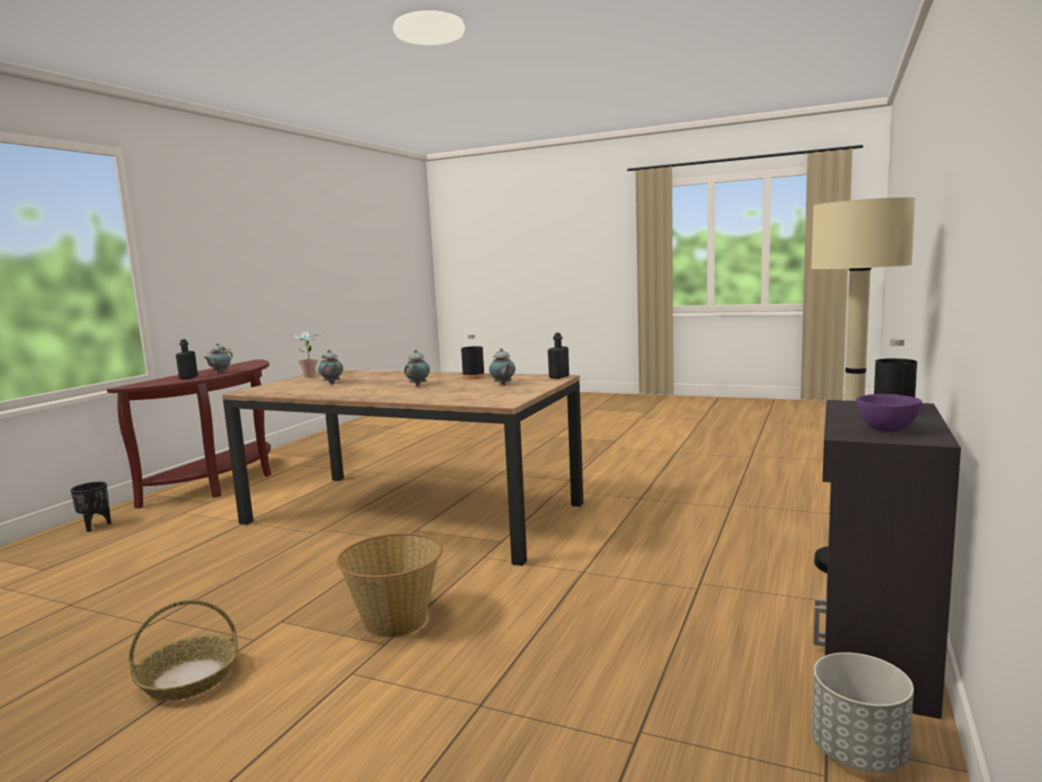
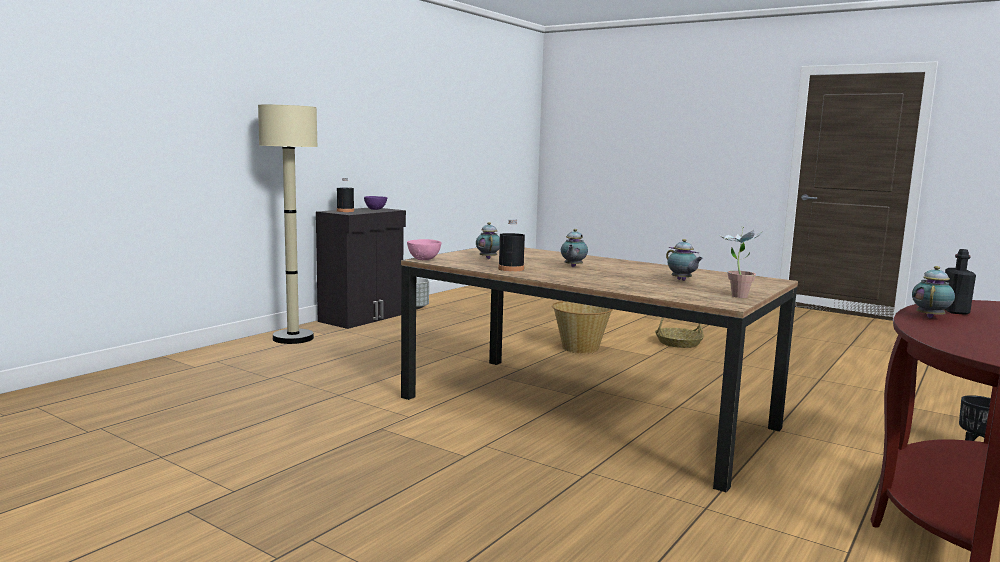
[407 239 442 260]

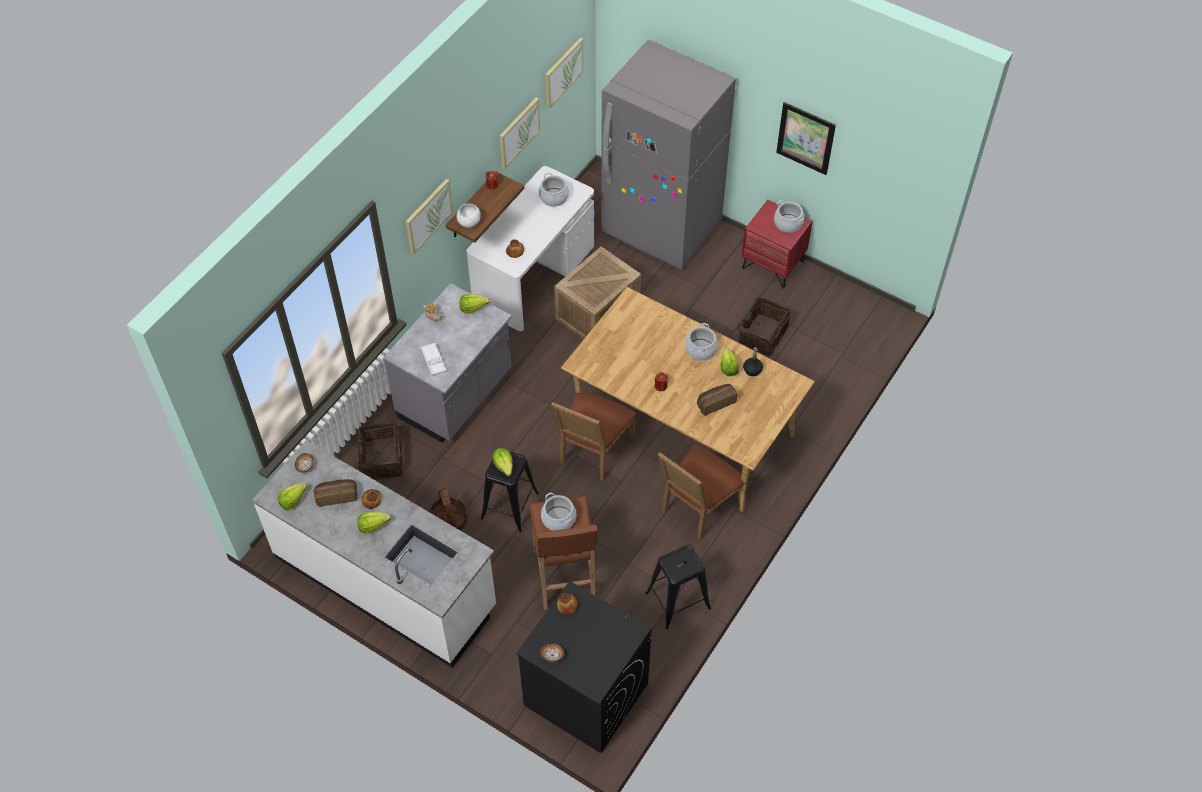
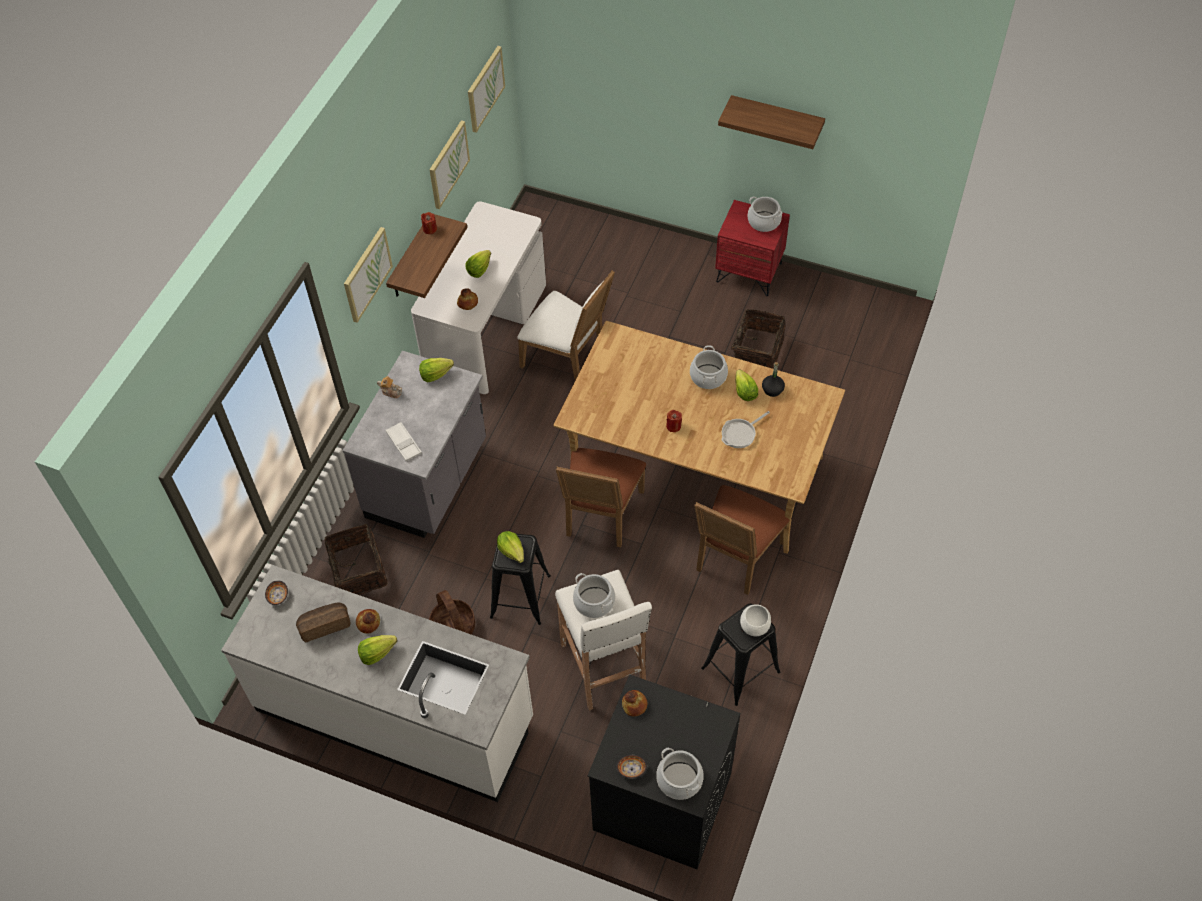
[601 40 736 270] (first image)
[465 250 491 278]
[740 604 771 636]
[656 747 704 800]
[518 270 615 381]
[721 411 770 448]
[718 95 825 149]
[555 570 652 711]

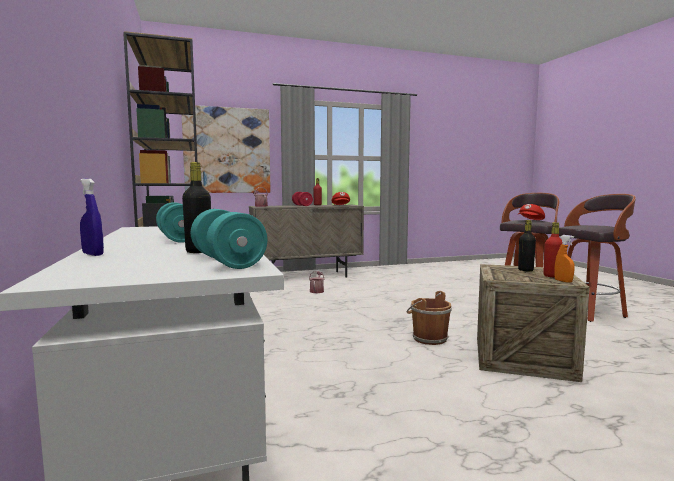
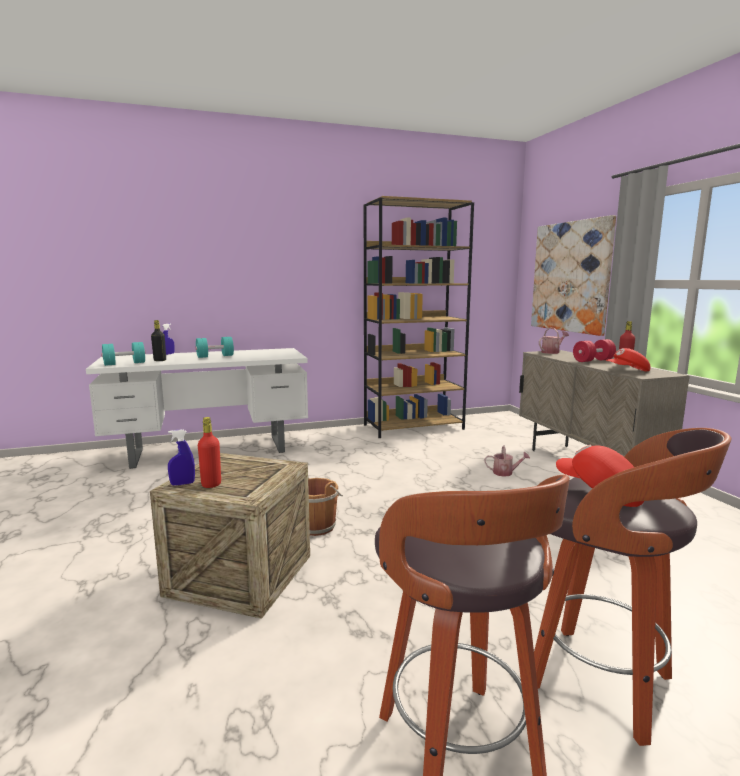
[518 220 536 271] (first image)
[168 429 195 486]

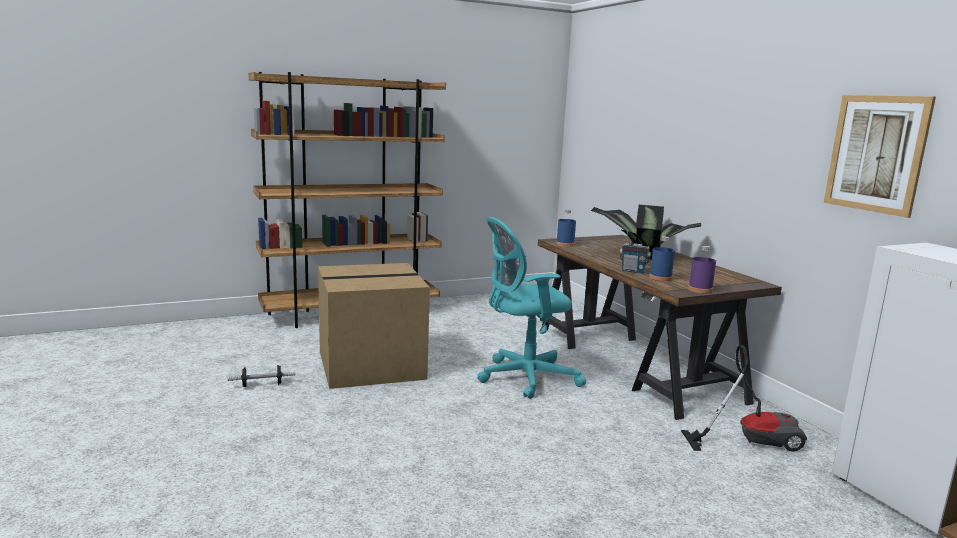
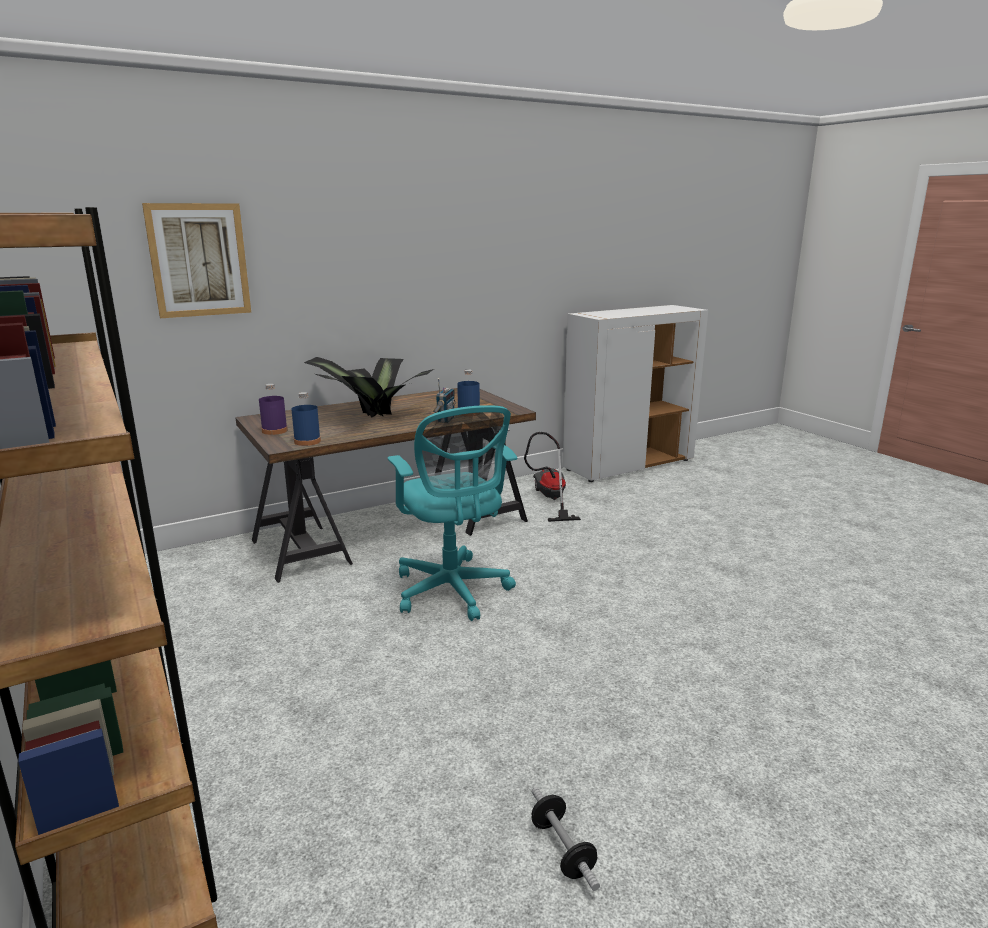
[318 263 430 389] (first image)
[259 384 288 435]
[142 203 251 318]

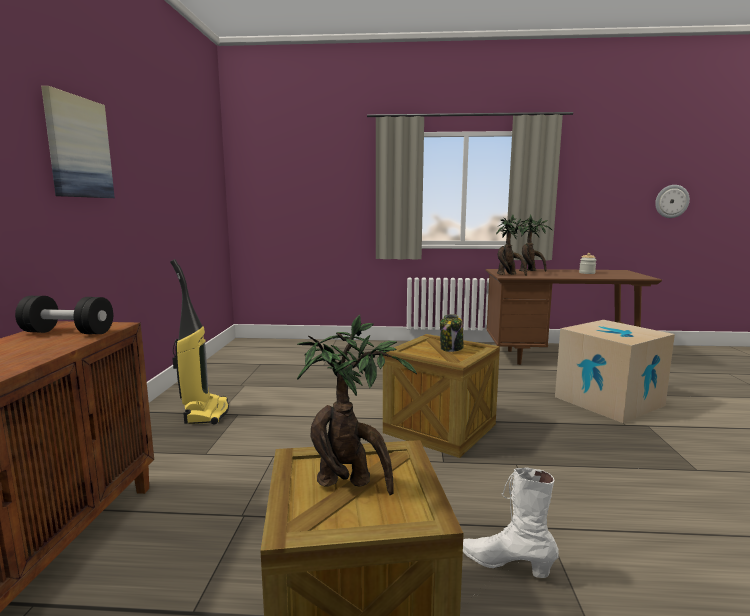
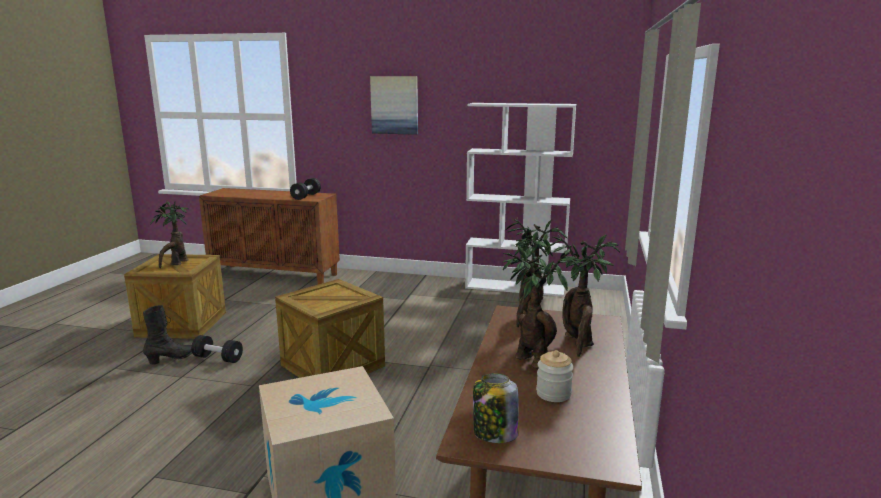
[170 259 229 425] (first image)
[655 185 690 218] (first image)
[191 335 243 363]
[465 103 576 297]
[503 245 579 369]
[473 373 519 443]
[143 305 192 365]

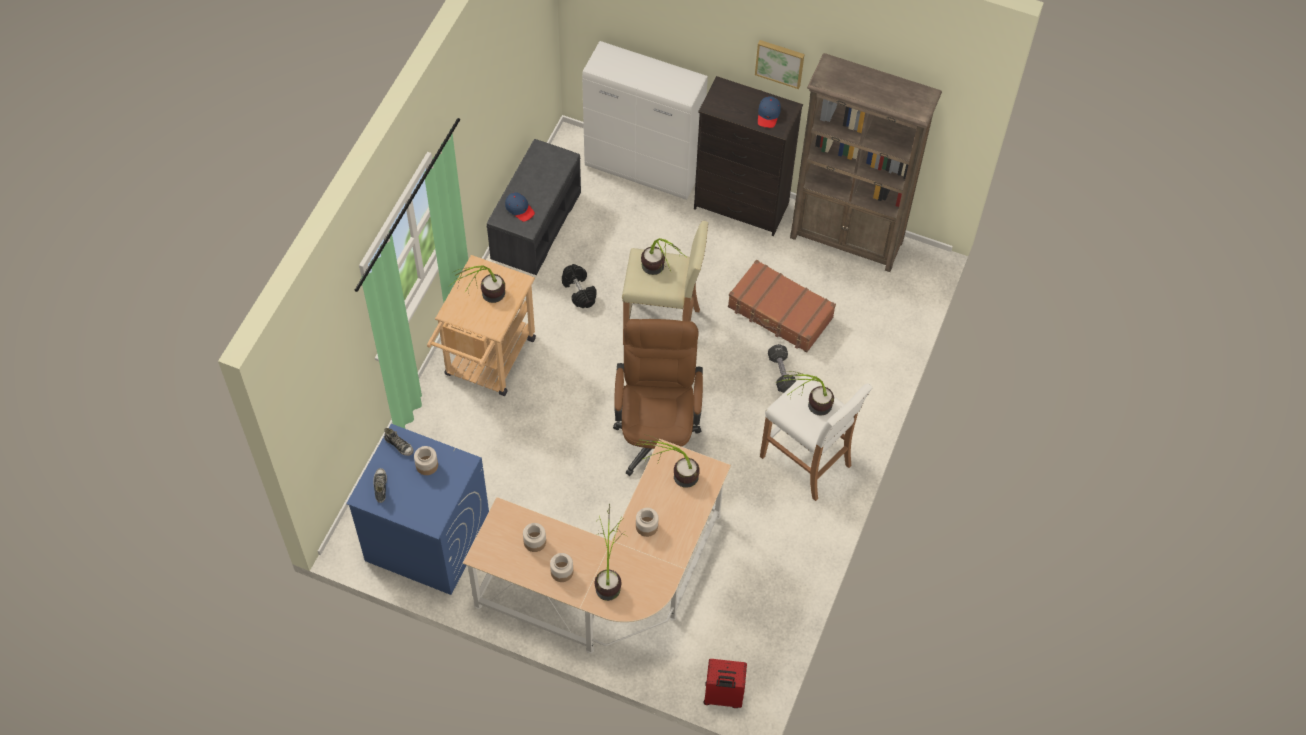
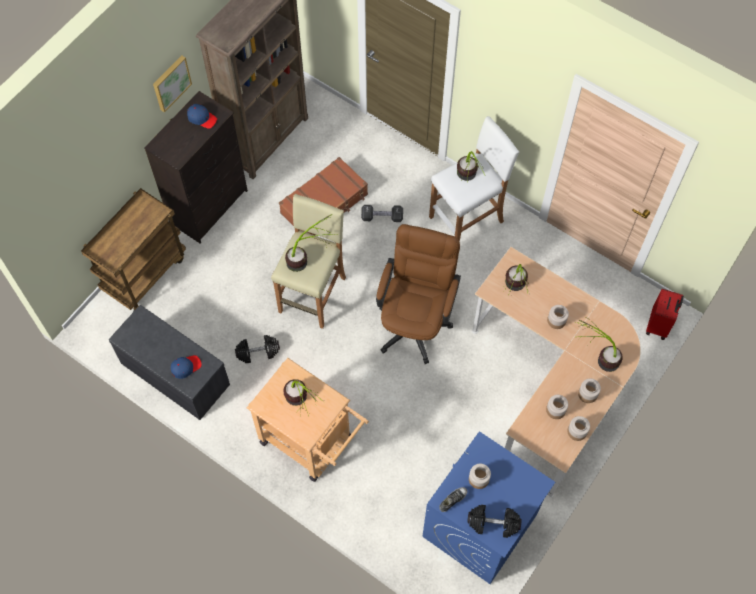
[567 416 590 441]
[467 505 522 538]
[81 188 186 312]
[376 224 461 364]

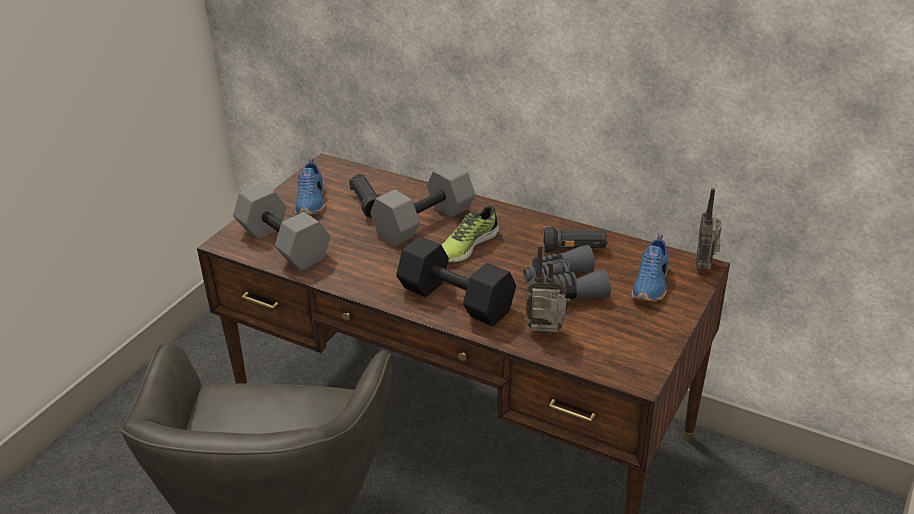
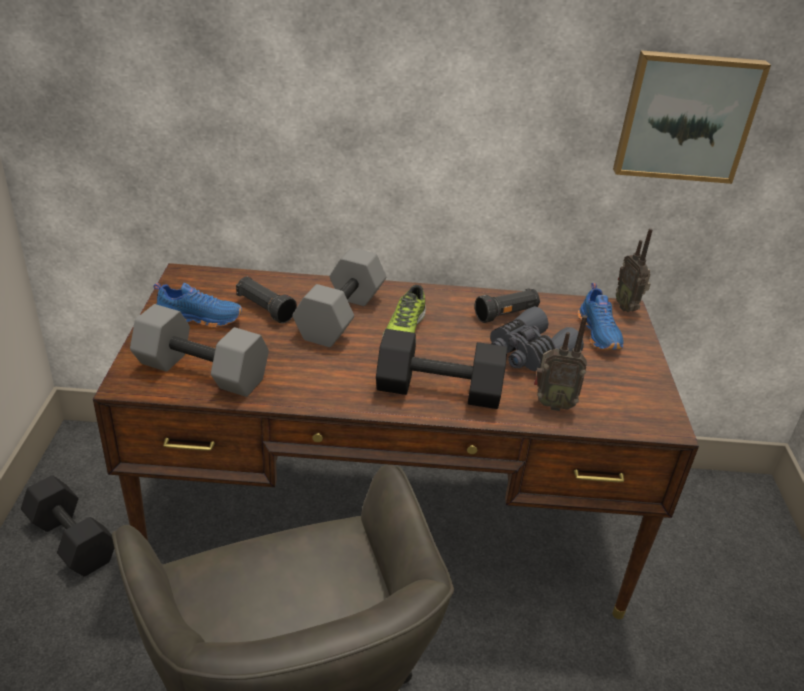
[21 475 114 576]
[613 50 771 184]
[154 283 242 328]
[534 315 587 411]

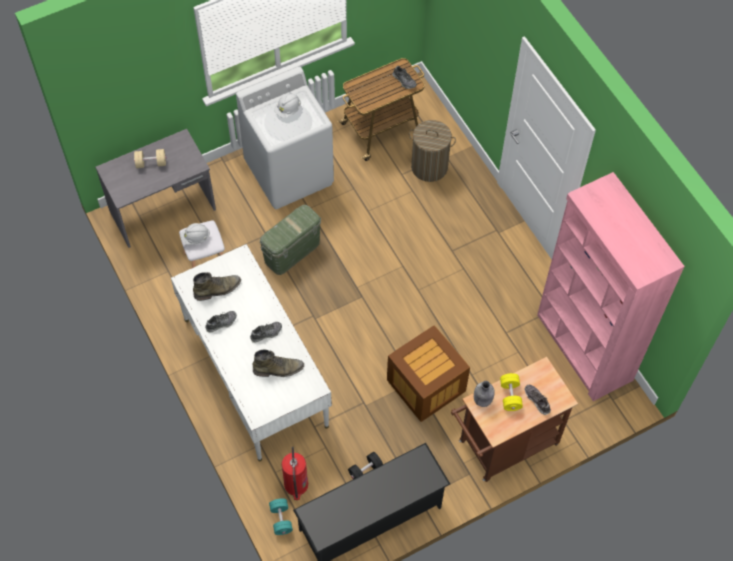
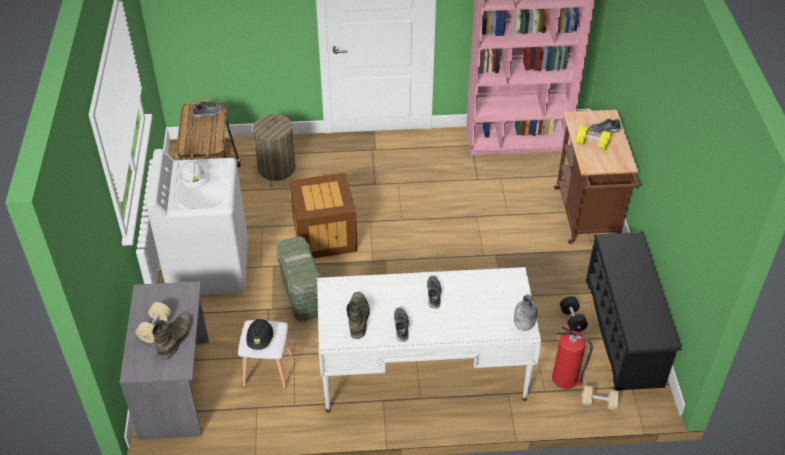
[152 313 192 360]
[290 173 357 258]
[514 295 537 331]
[246 319 273 350]
[582 385 620 411]

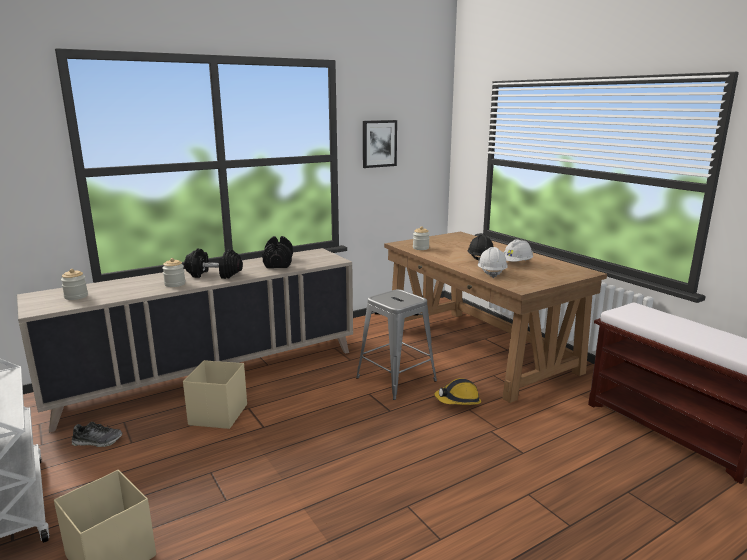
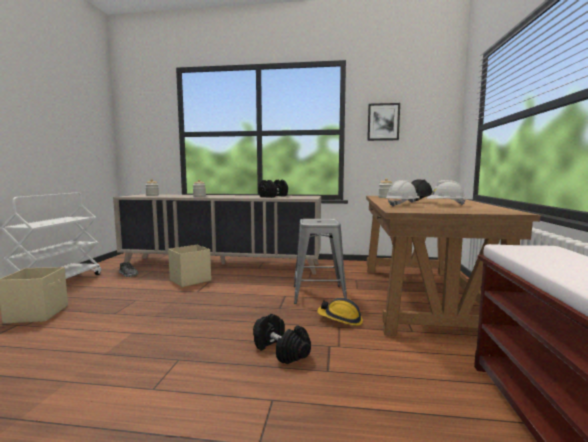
[253 313 311 365]

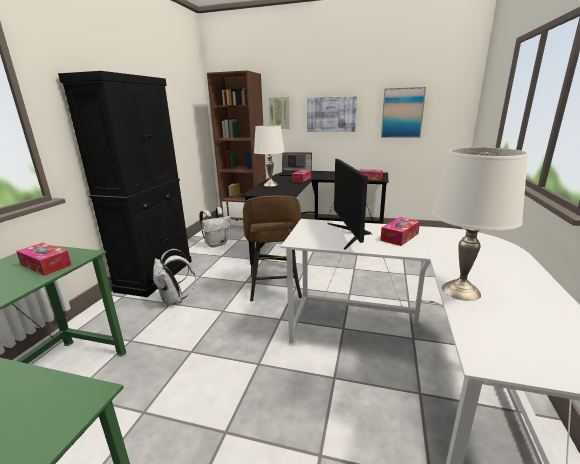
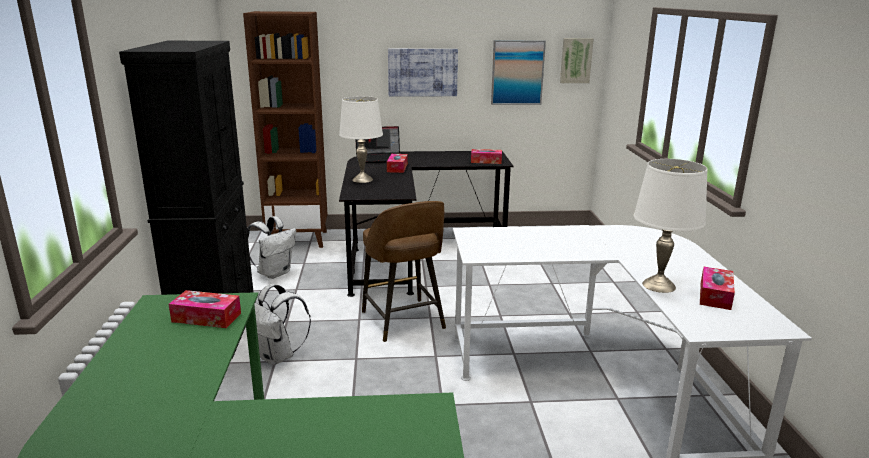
[328 159 372 250] (first image)
[560 38 594 83]
[700 267 735 310]

